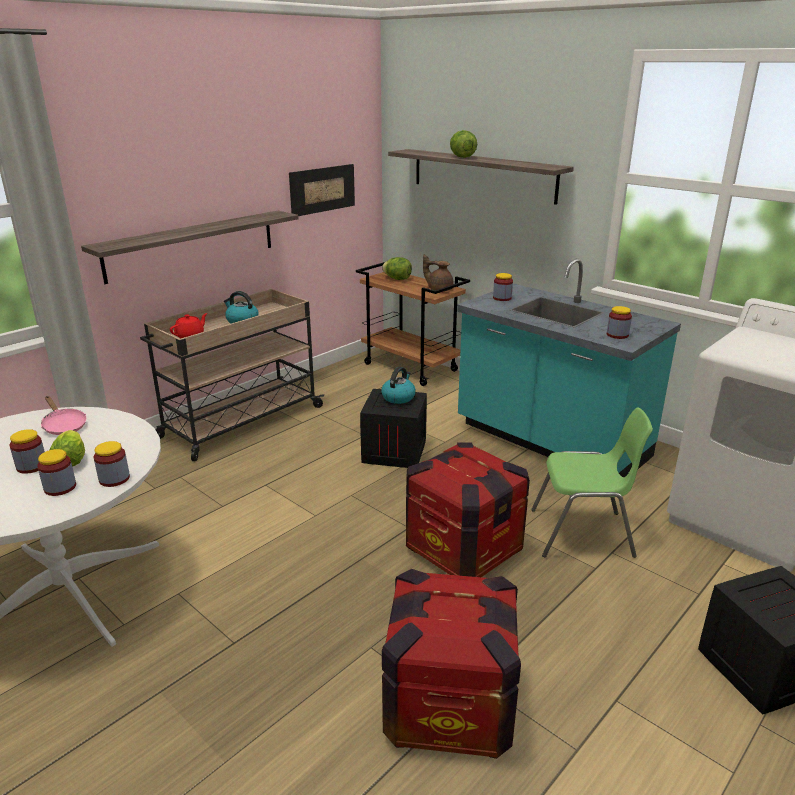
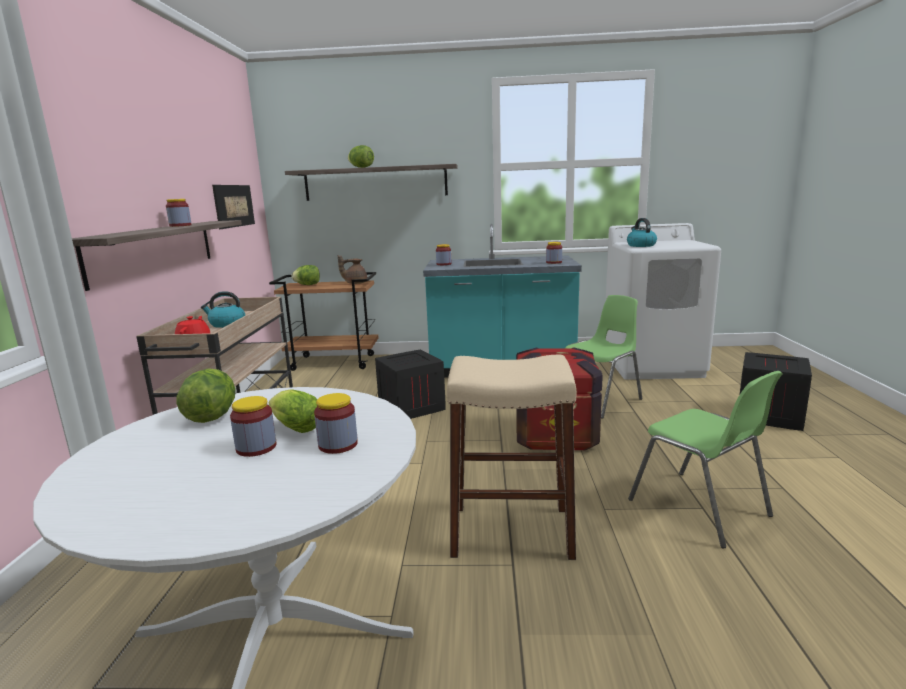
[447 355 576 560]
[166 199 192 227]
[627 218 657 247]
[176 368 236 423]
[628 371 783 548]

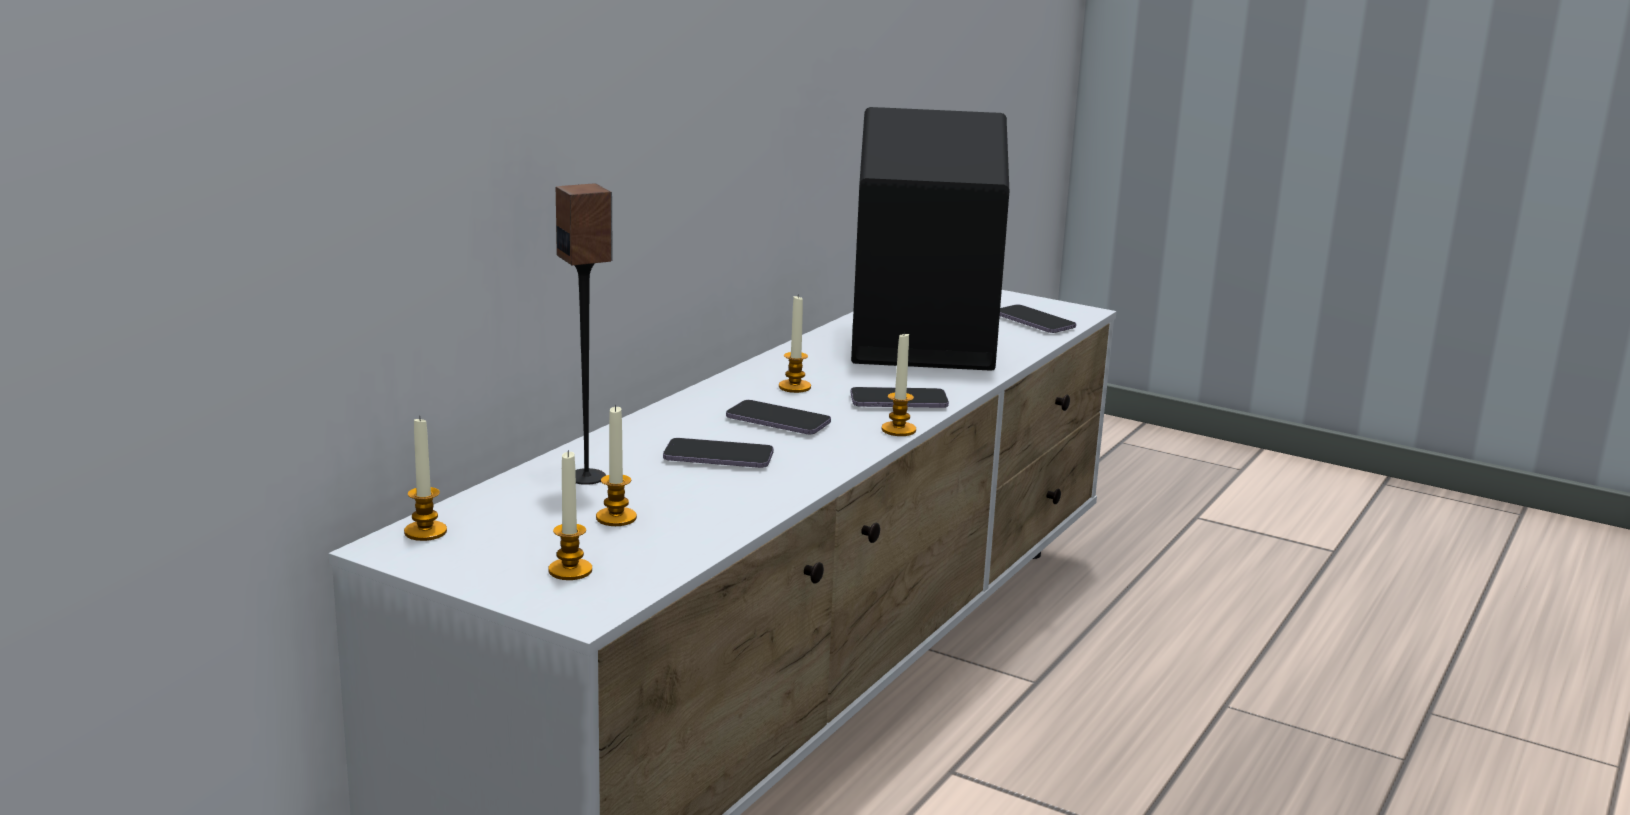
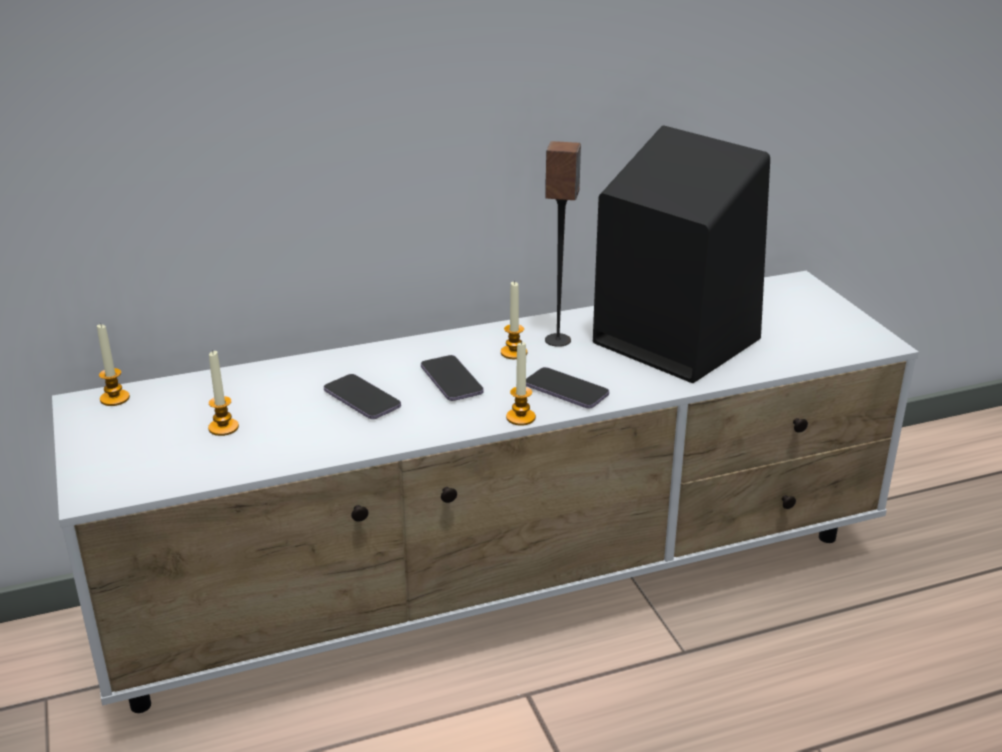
[548 450 592 580] (first image)
[1000 305 1076 333] (first image)
[545 141 581 347]

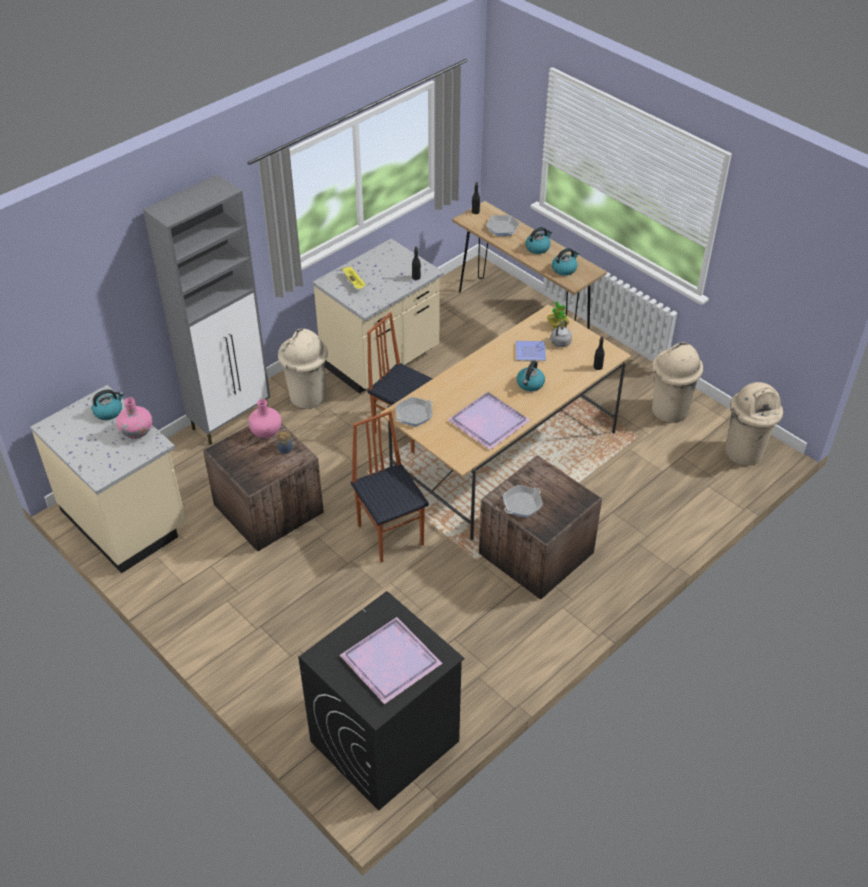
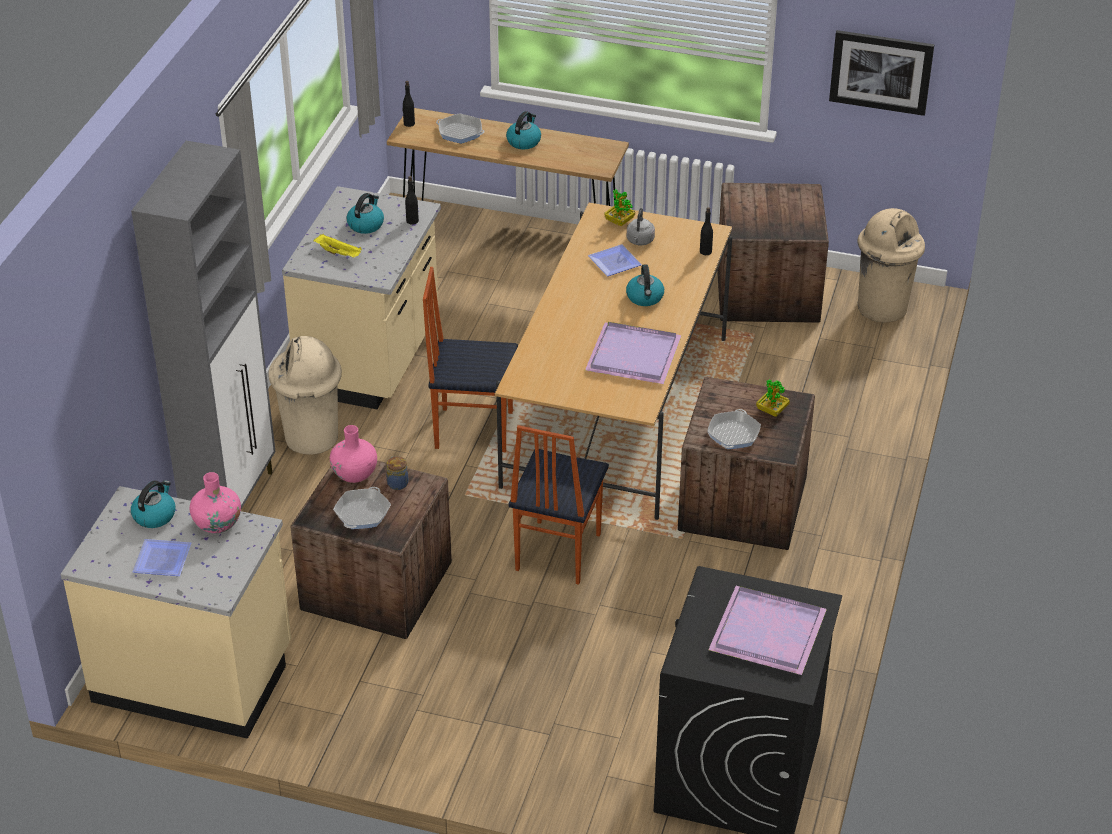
[133 539 191 576]
[756 379 790 417]
[829 30 934 116]
[333 487 391 529]
[346 193 384 234]
[717 183 829 323]
[509 425 609 585]

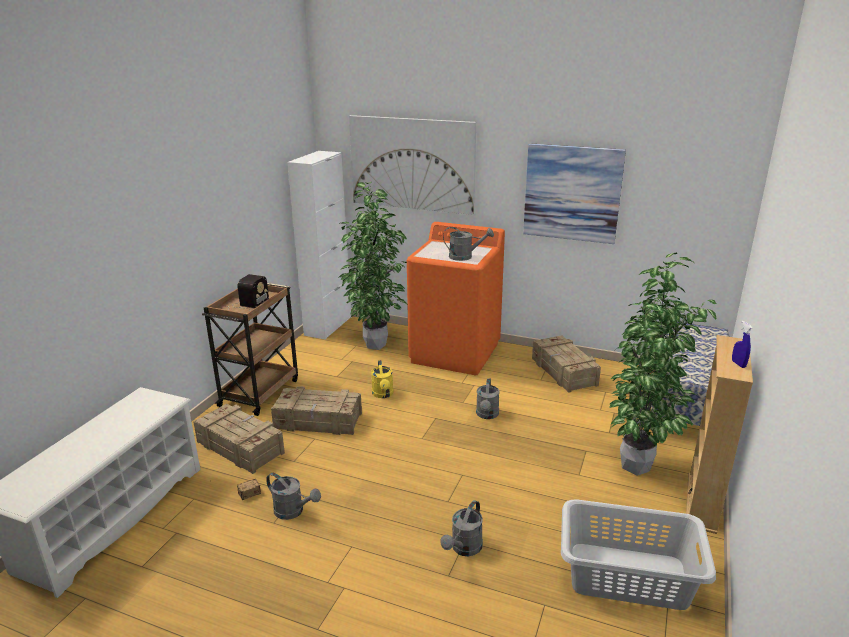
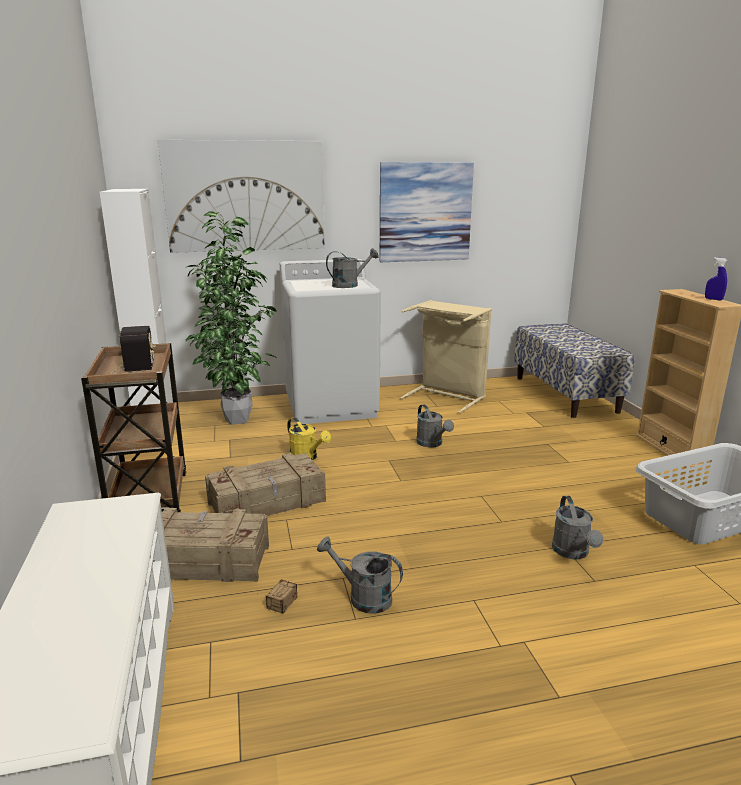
[609 253 716 476] (first image)
[400 300 492 413]
[280 259 381 424]
[317 537 403 614]

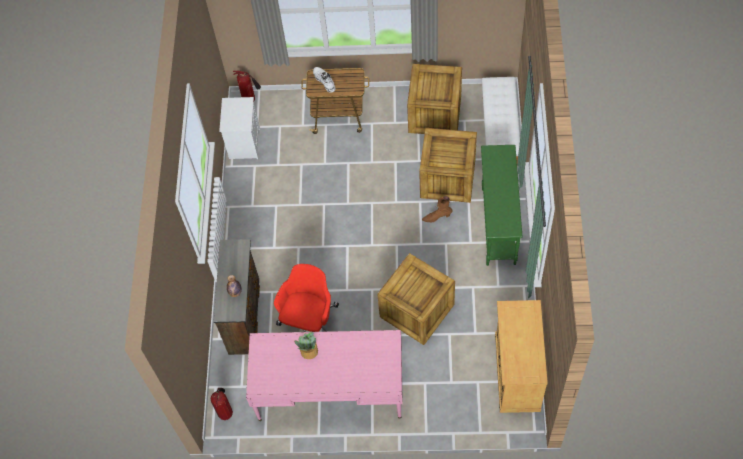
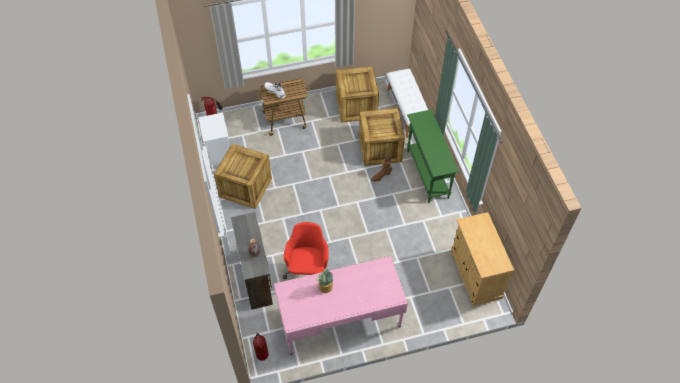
[214 144 272 209]

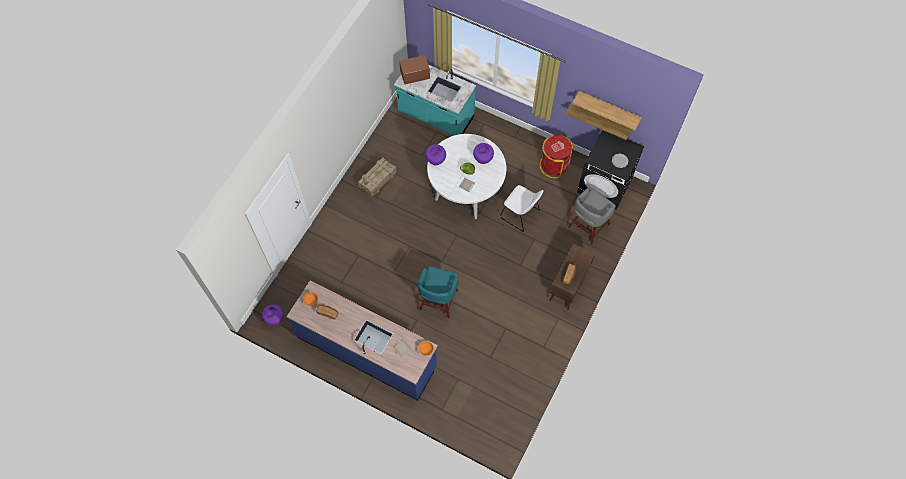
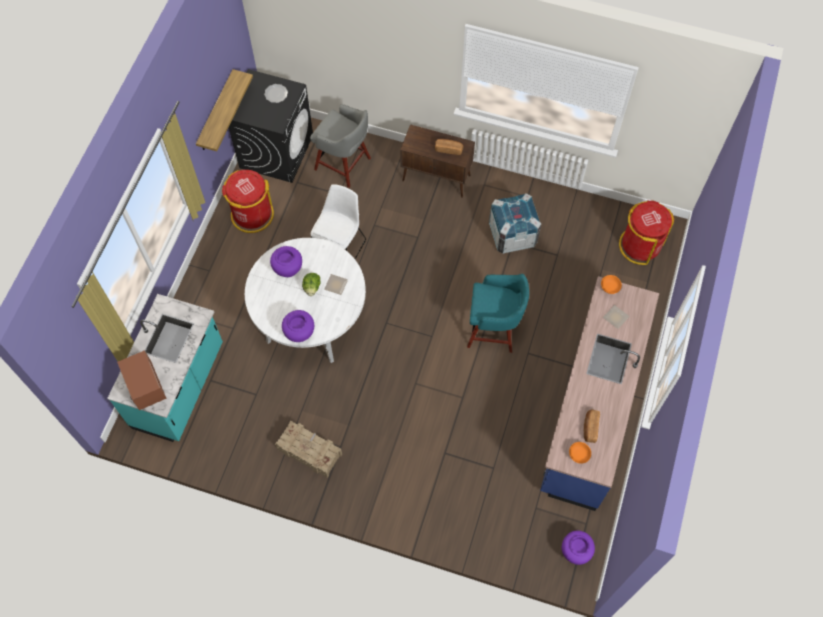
[572 91 642 130] (first image)
[489 193 541 254]
[619 200 675 265]

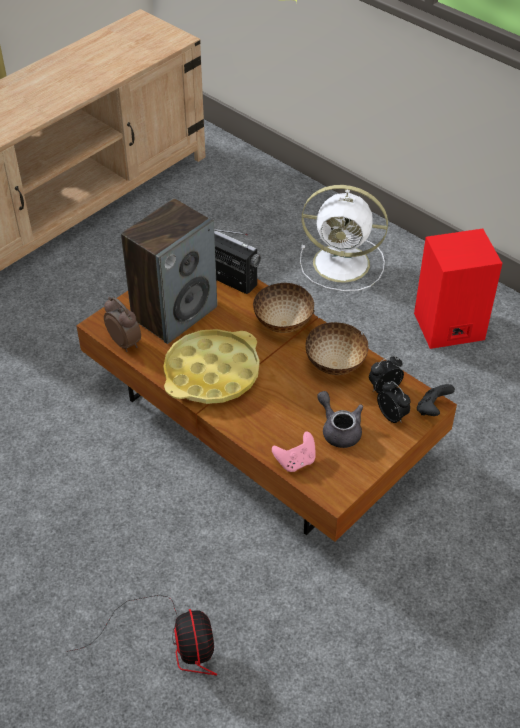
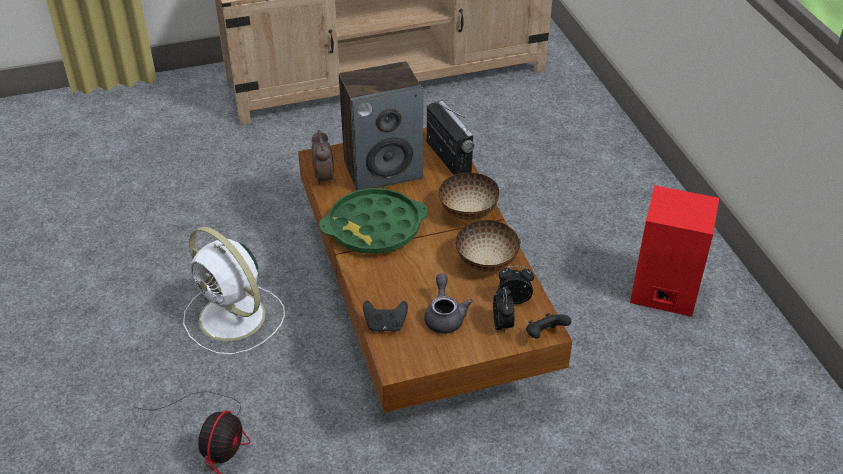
[183 227 285 355]
[319 188 428 254]
[363 300 408 332]

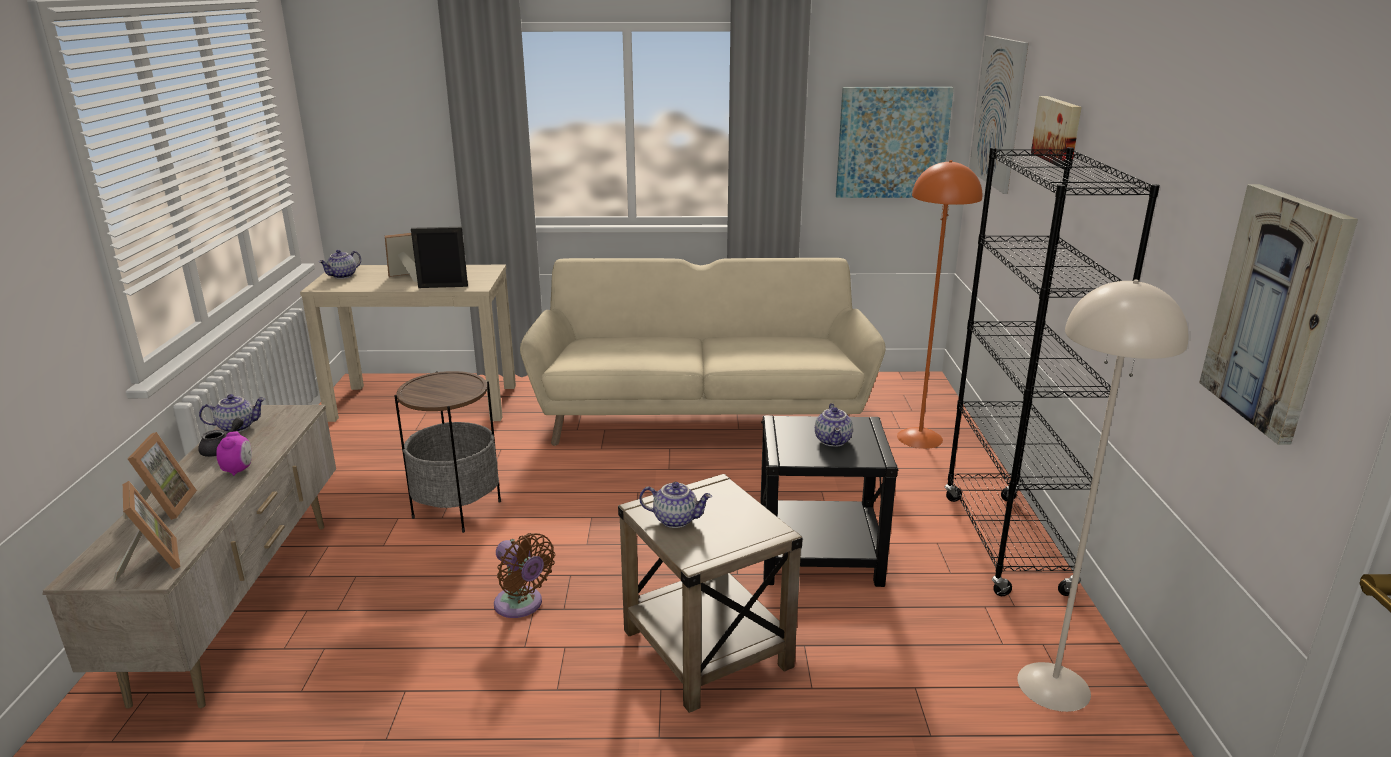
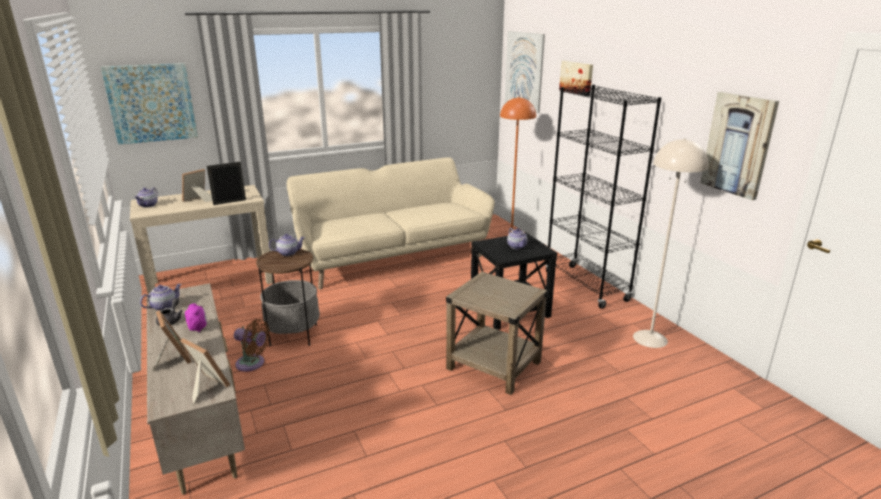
[234 319 270 372]
[269 234 305 256]
[101 63 198 145]

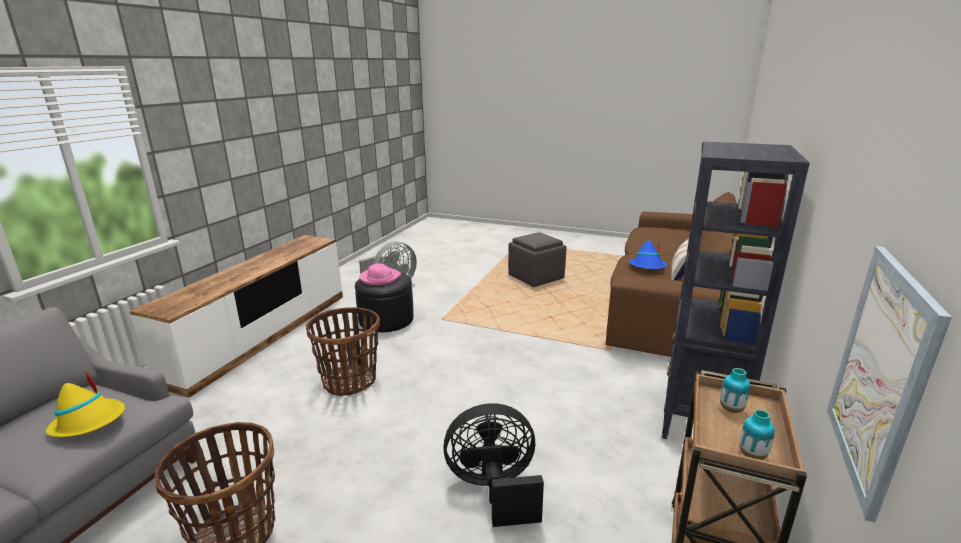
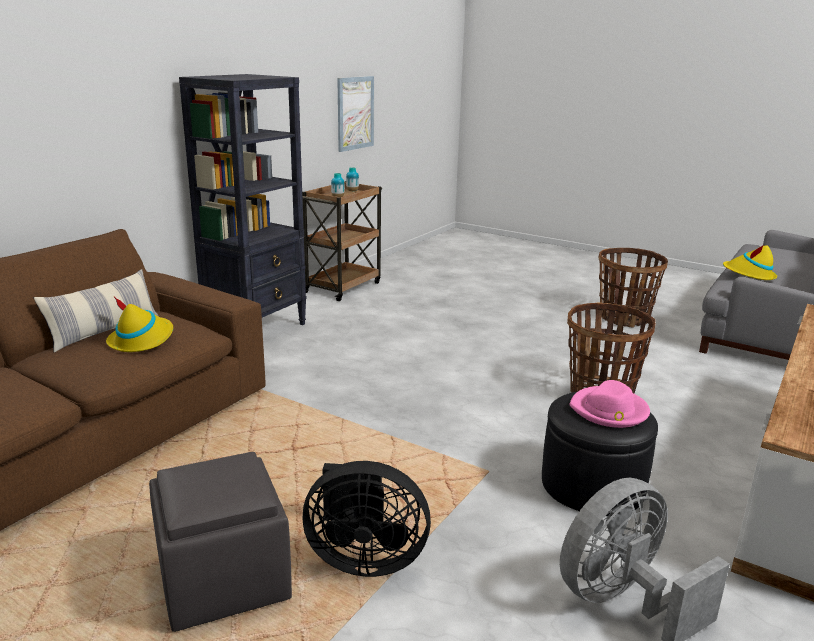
[302 461 431 577]
[106 297 173 352]

